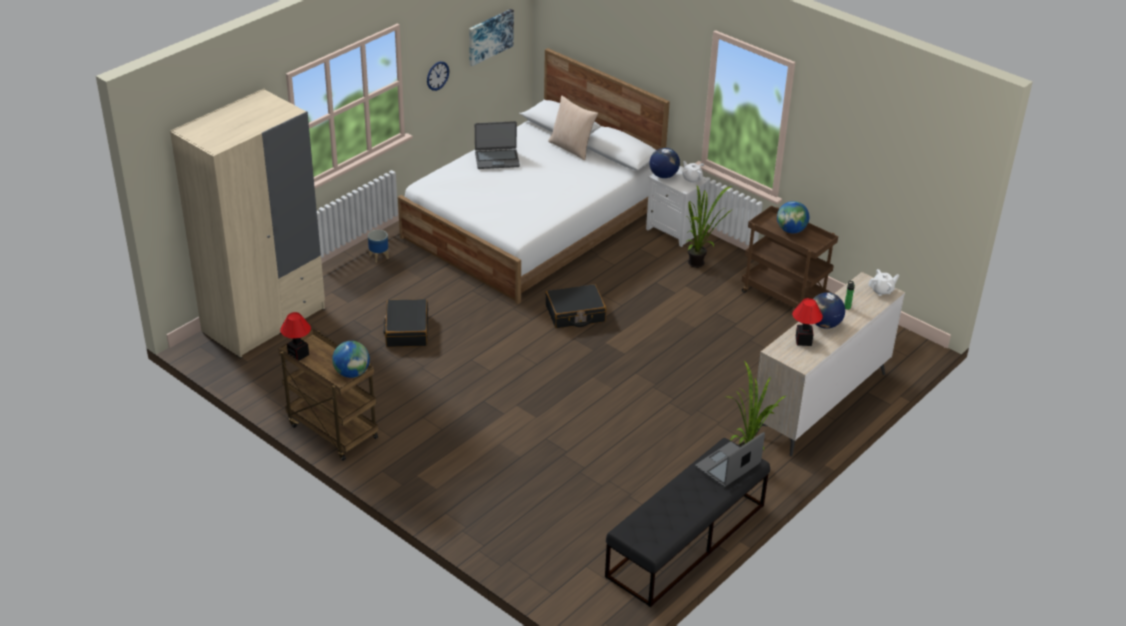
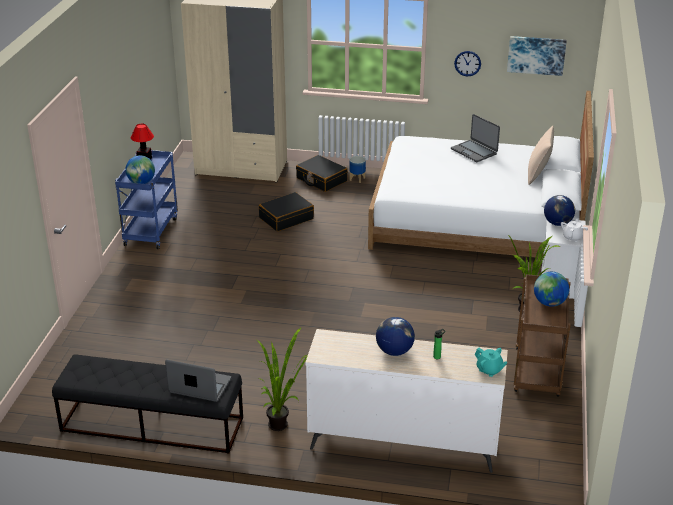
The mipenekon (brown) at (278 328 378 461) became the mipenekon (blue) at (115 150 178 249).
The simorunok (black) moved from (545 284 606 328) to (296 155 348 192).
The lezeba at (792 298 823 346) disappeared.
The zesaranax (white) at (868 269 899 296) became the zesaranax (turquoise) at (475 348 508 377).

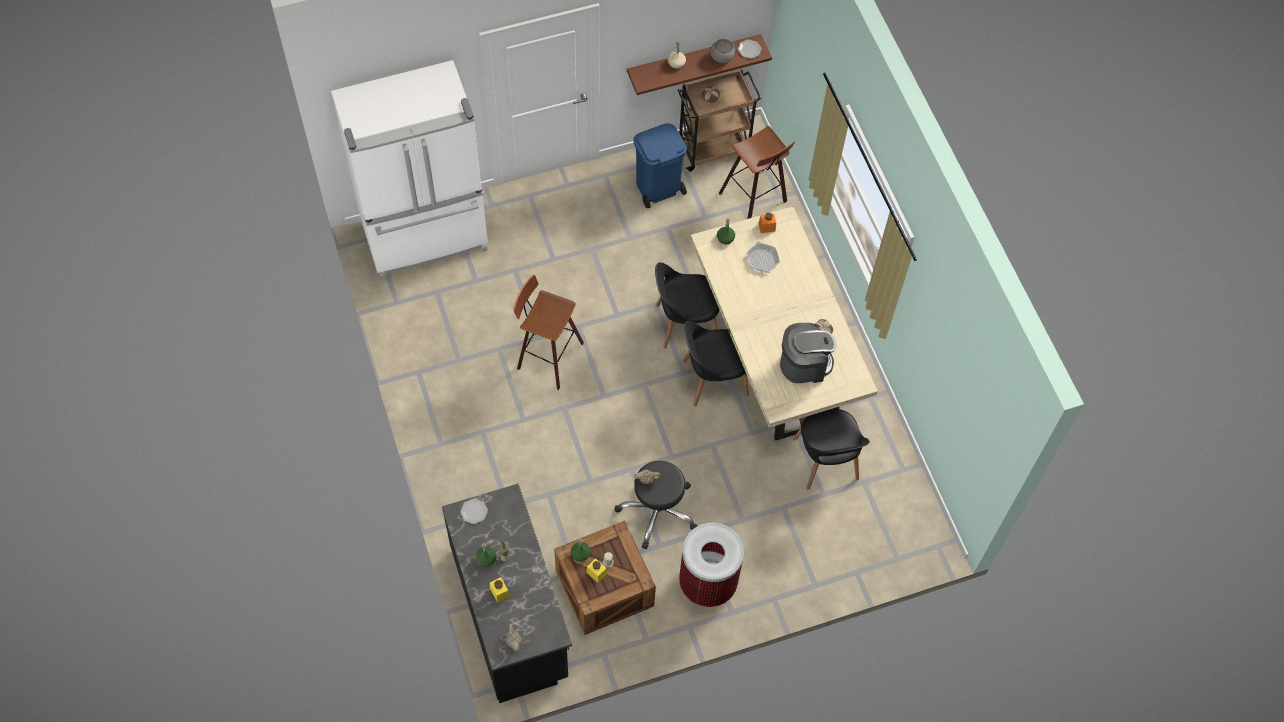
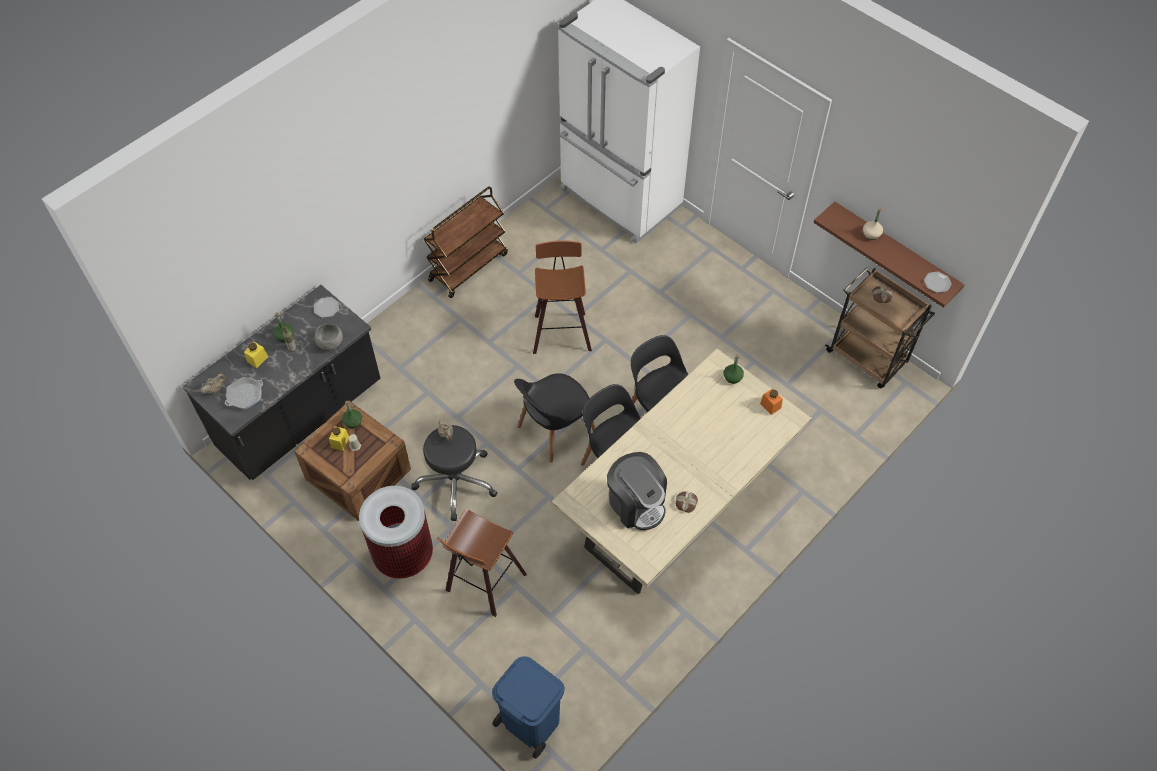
The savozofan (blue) moved from (633 123 687 209) to (492 656 565 759).
The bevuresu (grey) moved from (710 38 735 63) to (315 324 343 350).
The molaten moved from (719 126 795 219) to (437 509 527 617).
The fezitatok moved from (747 241 780 273) to (225 377 263 409).
The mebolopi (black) moved from (794 409 870 489) to (514 373 595 462).
The mipenekon (brown) at (424 186 508 298) appeared.

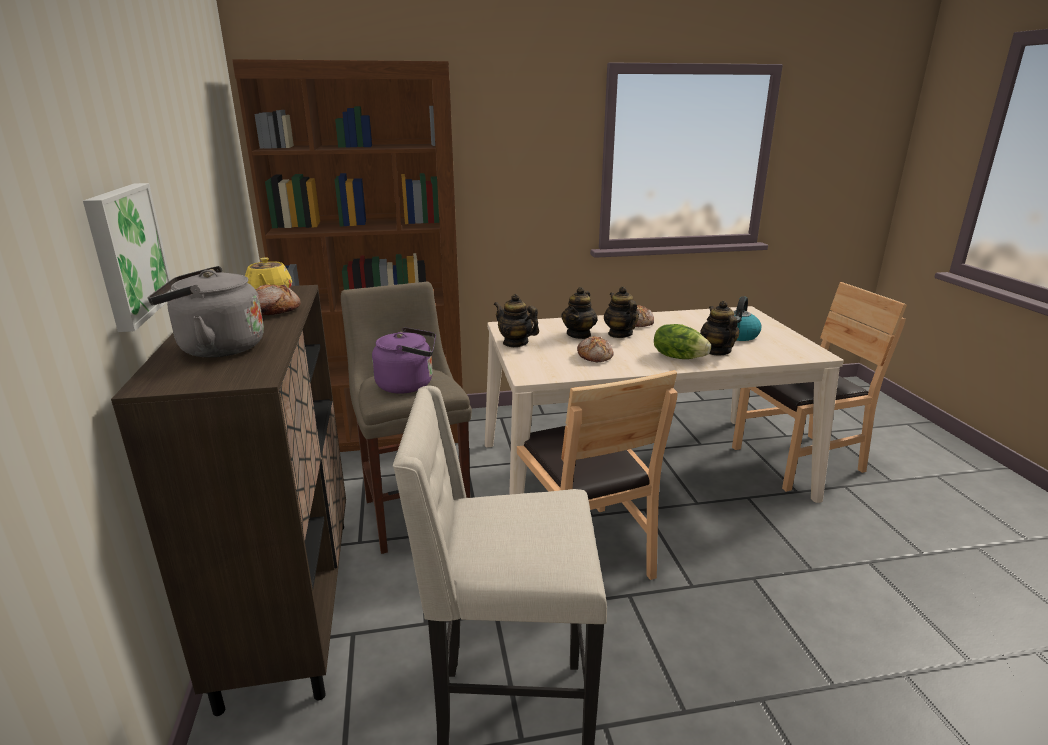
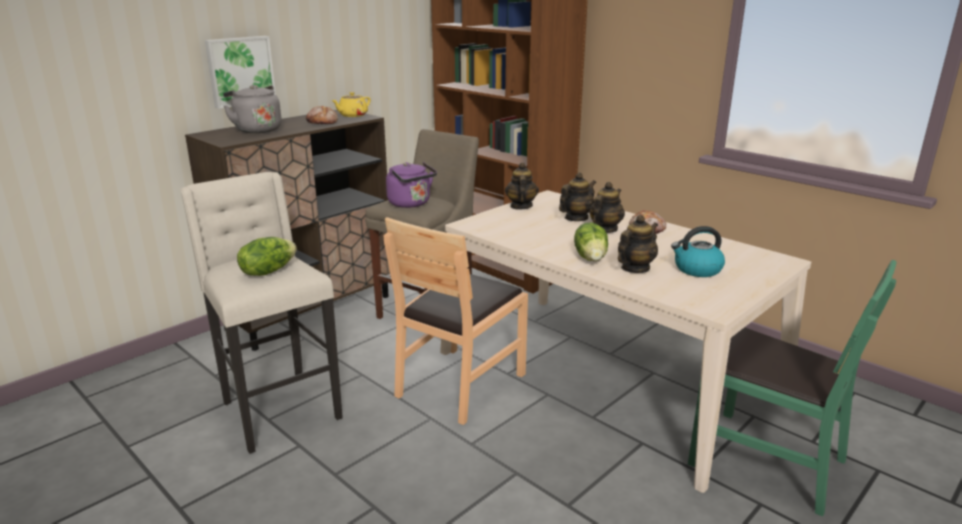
The zesaranax at (561 287 598 339) turned 150 degrees clockwise.
The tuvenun at (577 336 614 362) disappeared.
The mebolopi (brown) at (732 282 907 492) became the mebolopi (green) at (688 260 897 517).
The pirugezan at (237 237 297 276) appeared.

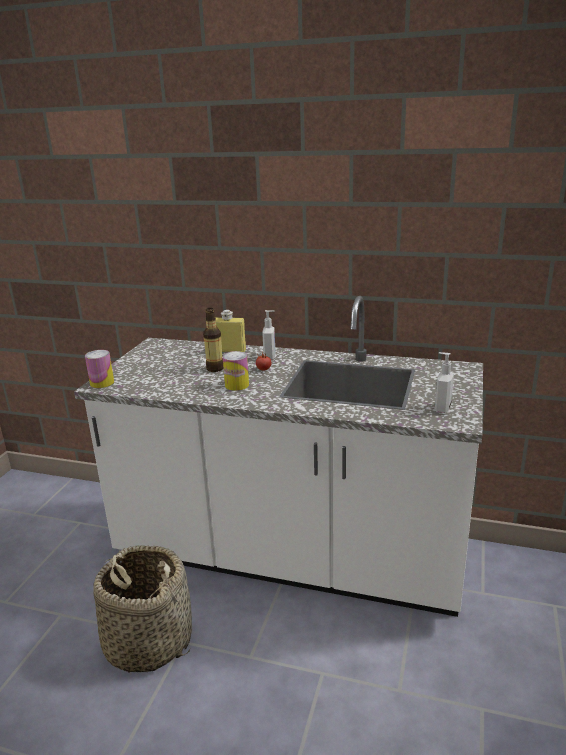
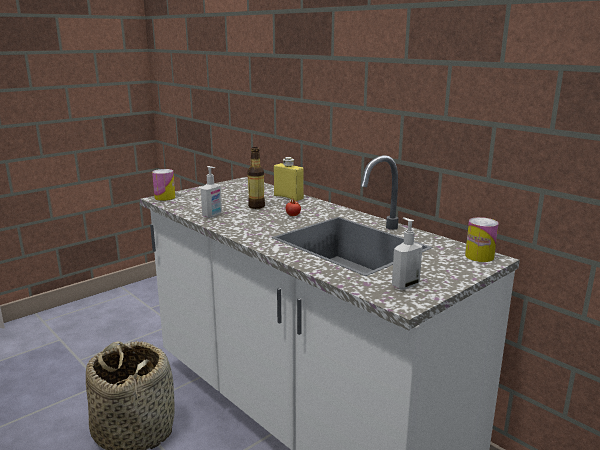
The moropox moved from (223 351 249 391) to (465 217 499 262).
The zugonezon moved from (262 310 276 360) to (201 166 222 218).

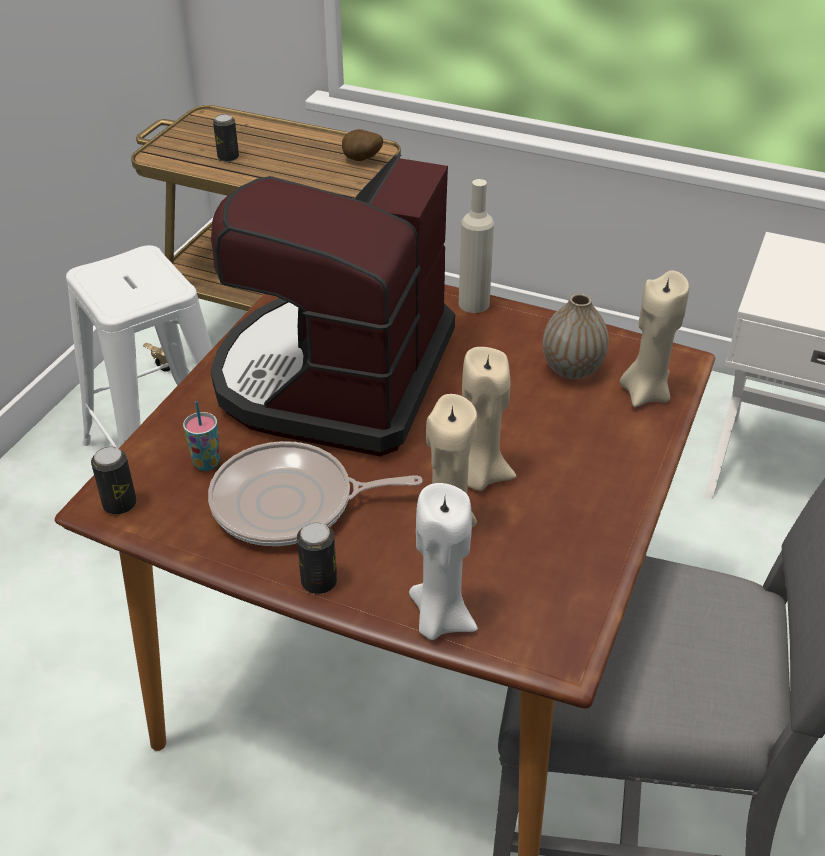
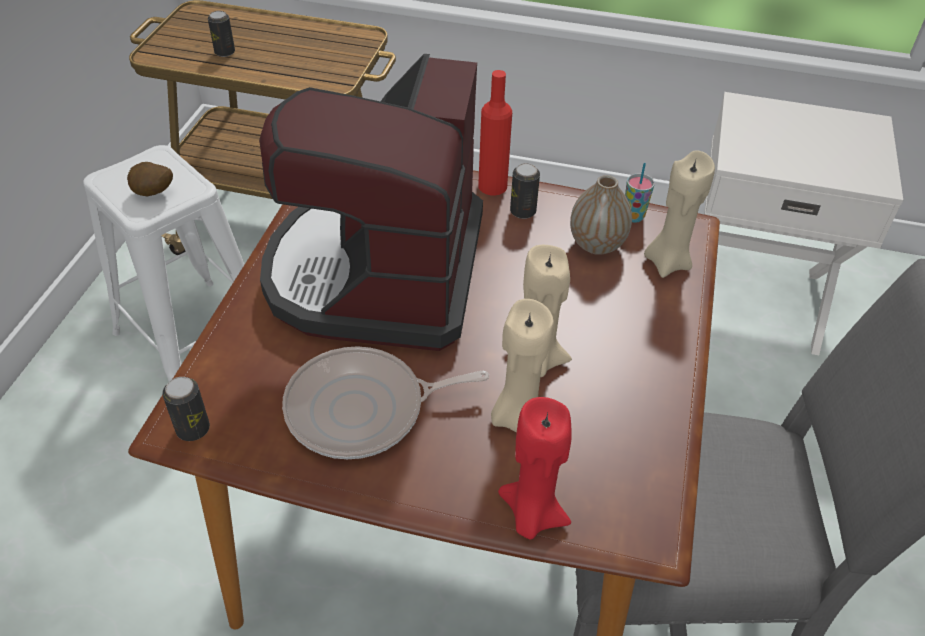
The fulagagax moved from (183 401 220 471) to (625 163 655 223).
The moropox moved from (297 522 337 594) to (510 163 540 219).
The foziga moved from (342 129 383 161) to (127 162 173 196).
The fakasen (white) at (409 483 478 640) became the fakasen (red) at (498 397 571 539).
The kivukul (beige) at (459 179 494 313) became the kivukul (red) at (478 70 512 195).

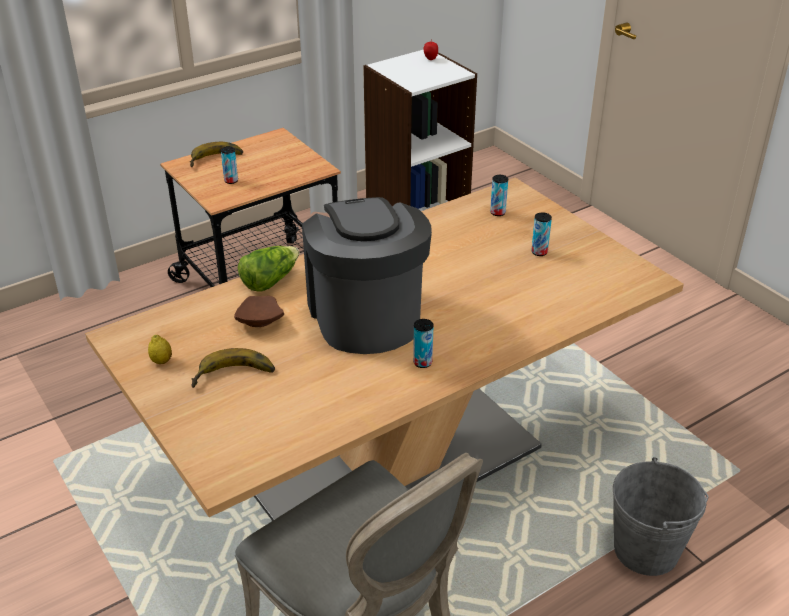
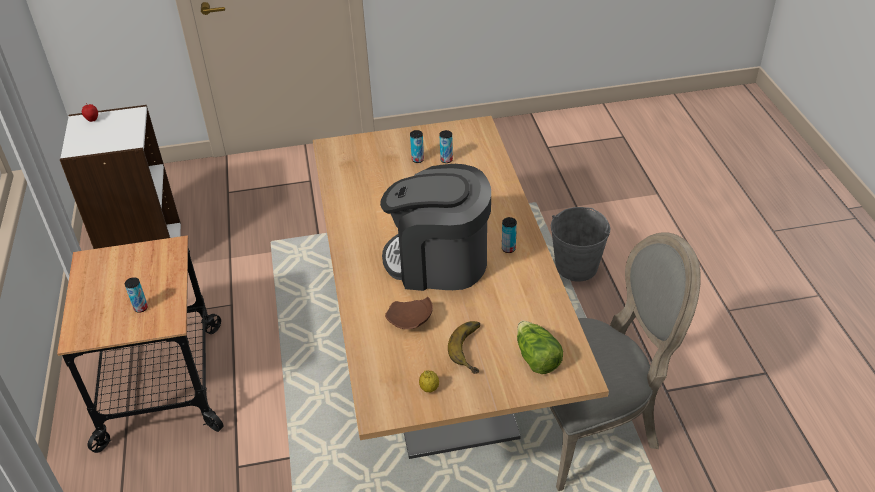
The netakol at (190 142 243 167) disappeared.
The pirugezan moved from (238 246 299 292) to (517 321 563 374).
The moropox moved from (490 175 508 216) to (440 130 453 163).

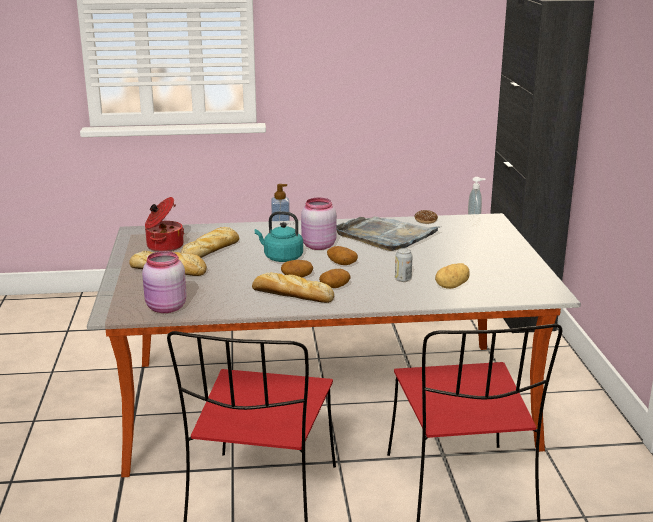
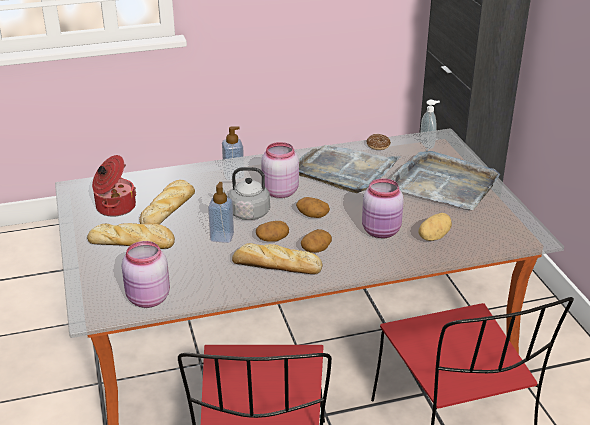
The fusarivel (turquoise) at (255 211 303 262) became the fusarivel (grey) at (223 167 270 220).
The moropox at (395 248 413 282) was replaced by the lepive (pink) at (362 178 404 238).
The zugonezon at (208 182 234 243) appeared.
The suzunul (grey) at (391 149 500 210) appeared.

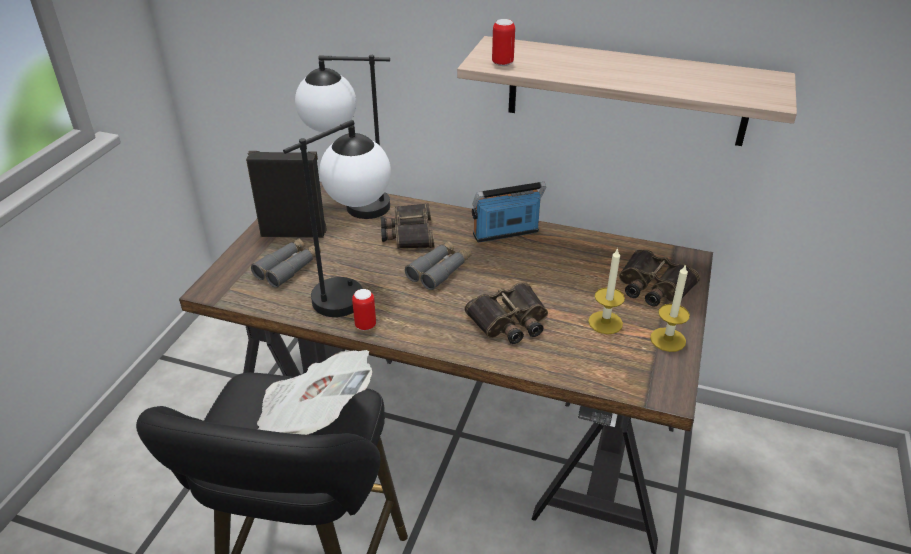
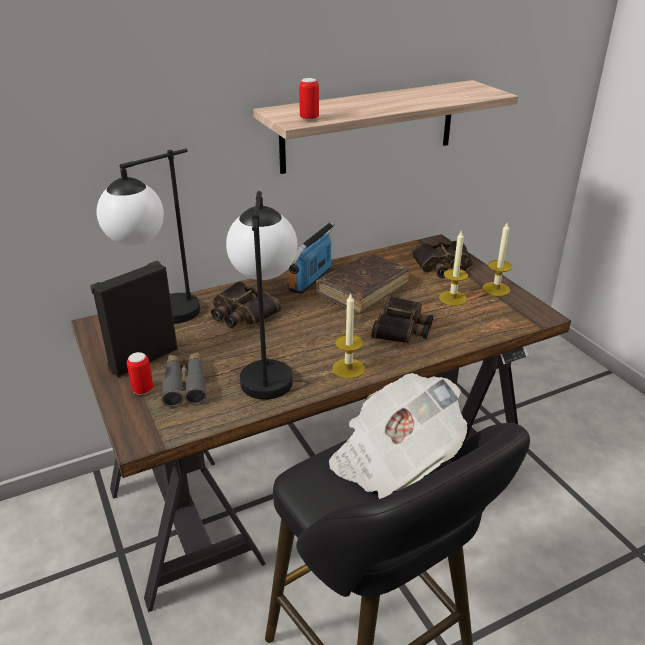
The moropox moved from (352 289 376 330) to (127 352 153 395).
The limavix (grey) at (405 241 472 290) disappeared.
The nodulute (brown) at (316 254 410 314) appeared.
The fakasen at (333 293 365 379) appeared.

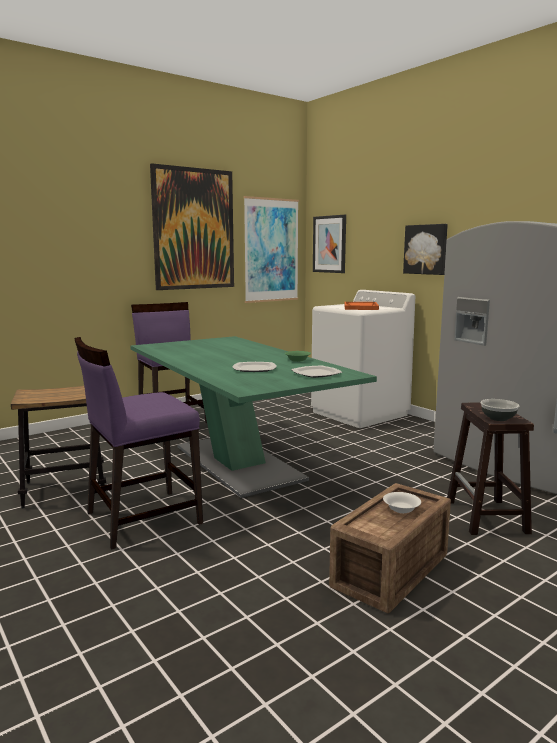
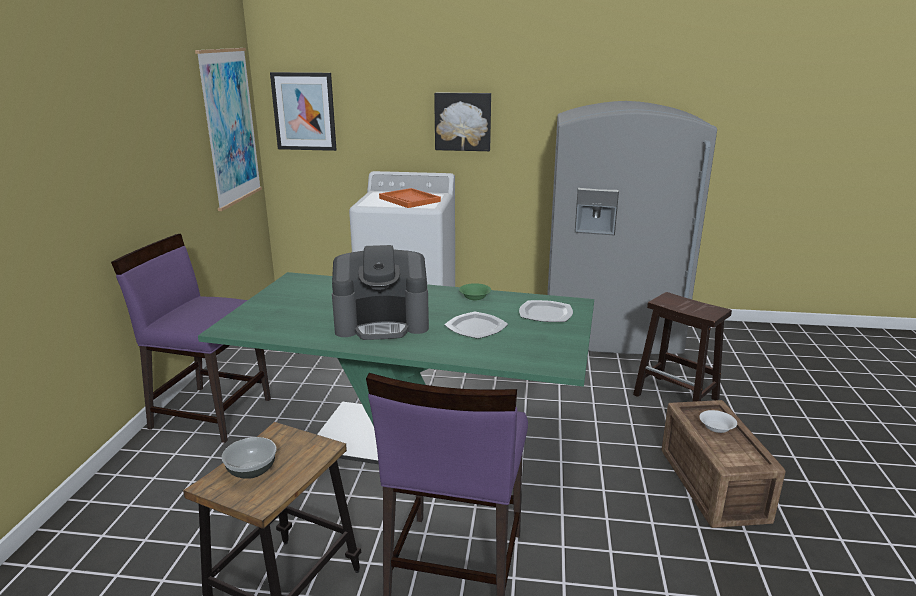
The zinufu at (150 163 234 290) disappeared.
The bevuresu moved from (481 399 519 421) to (222 437 276 479).
The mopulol at (332 245 429 340) appeared.

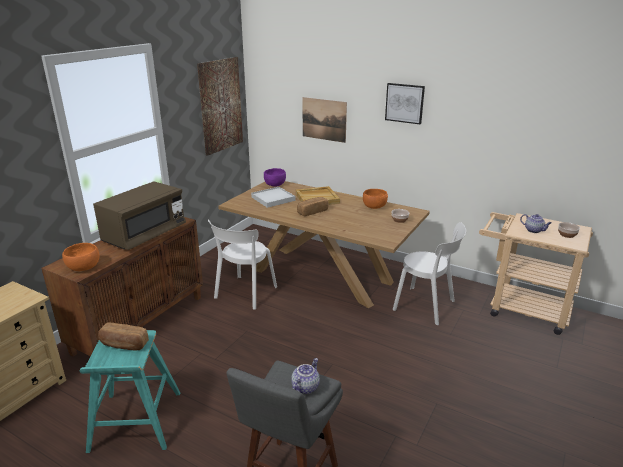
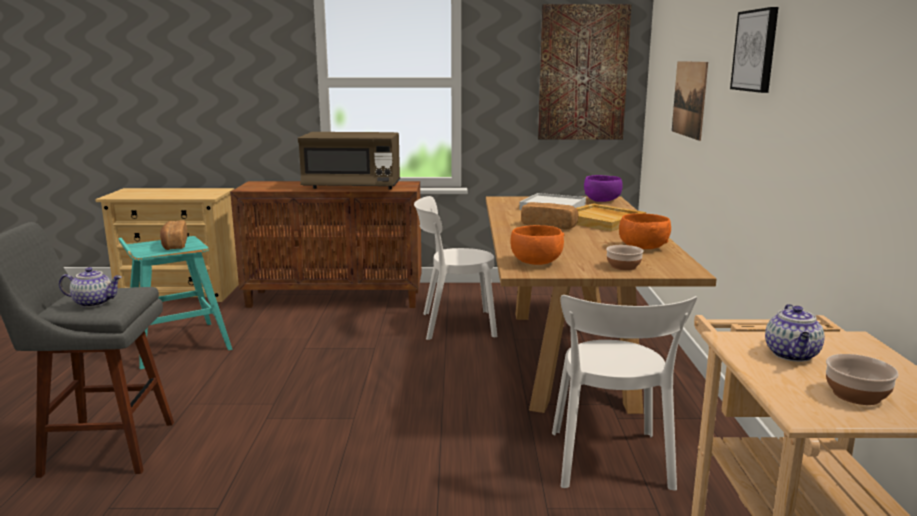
The bevuresu (orange) moved from (62 243 100 271) to (510 225 564 265).

